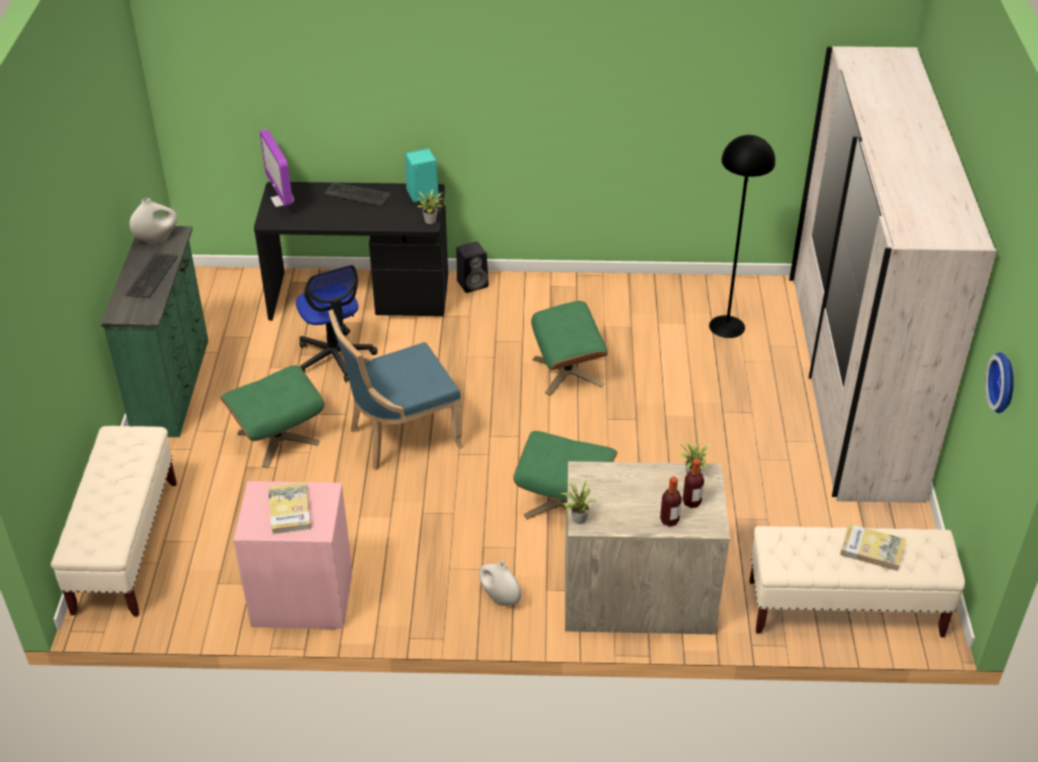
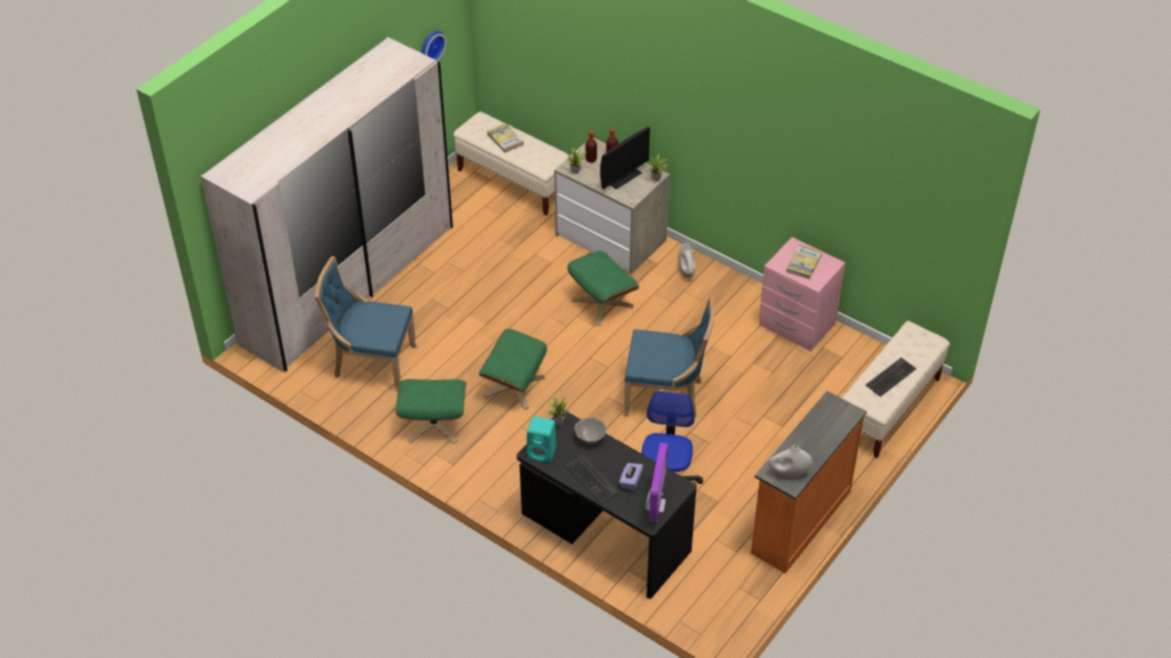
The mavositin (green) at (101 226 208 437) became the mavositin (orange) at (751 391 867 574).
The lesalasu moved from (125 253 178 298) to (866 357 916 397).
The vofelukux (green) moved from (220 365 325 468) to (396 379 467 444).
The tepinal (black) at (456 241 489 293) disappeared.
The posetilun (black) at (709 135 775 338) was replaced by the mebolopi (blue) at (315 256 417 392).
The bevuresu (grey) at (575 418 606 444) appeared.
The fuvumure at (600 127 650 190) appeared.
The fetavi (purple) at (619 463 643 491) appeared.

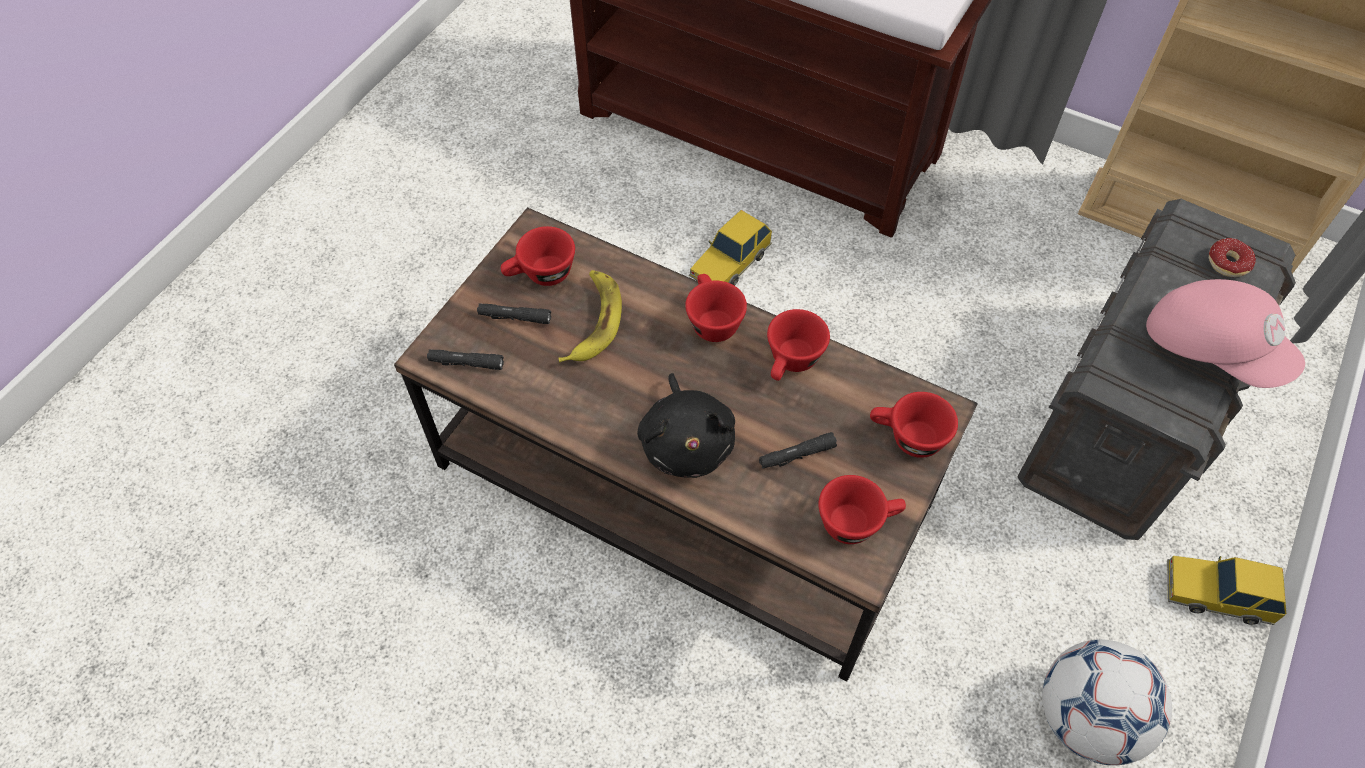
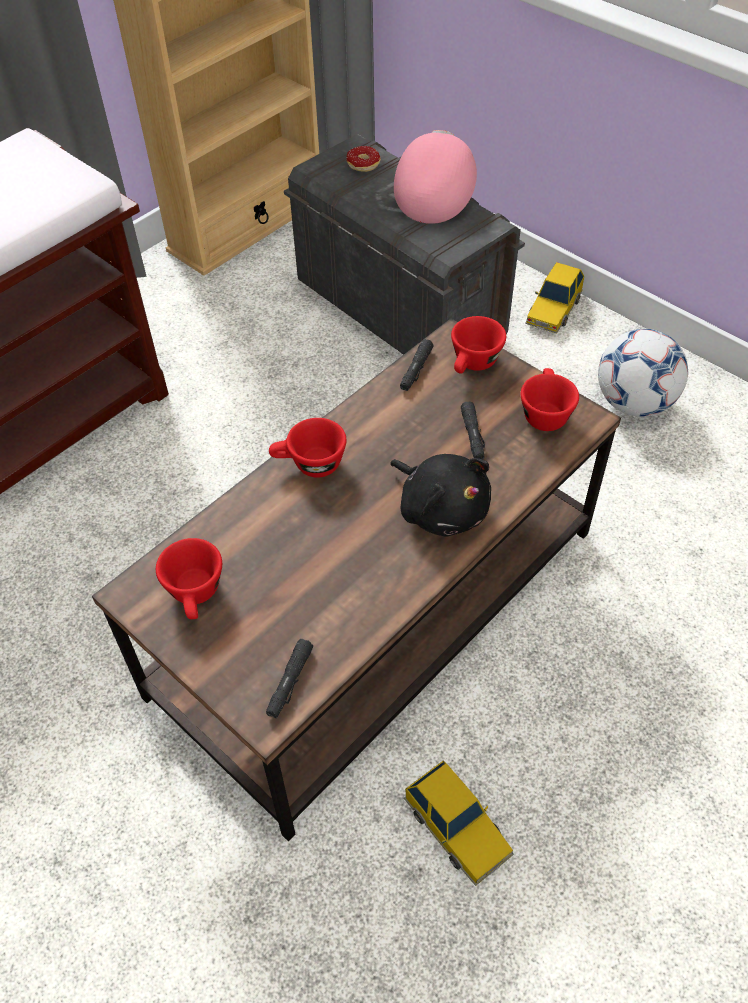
The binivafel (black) moved from (477 304 551 324) to (400 339 434 391).
The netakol at (558 270 622 362) disappeared.
The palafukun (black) at (637 373 735 478) turned 45 degrees clockwise.
The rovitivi moved from (689 210 772 286) to (404 761 514 886).
The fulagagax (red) at (767 309 830 381) disappeared.
The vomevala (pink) at (1146 279 1305 388) turned 45 degrees counterclockwise.

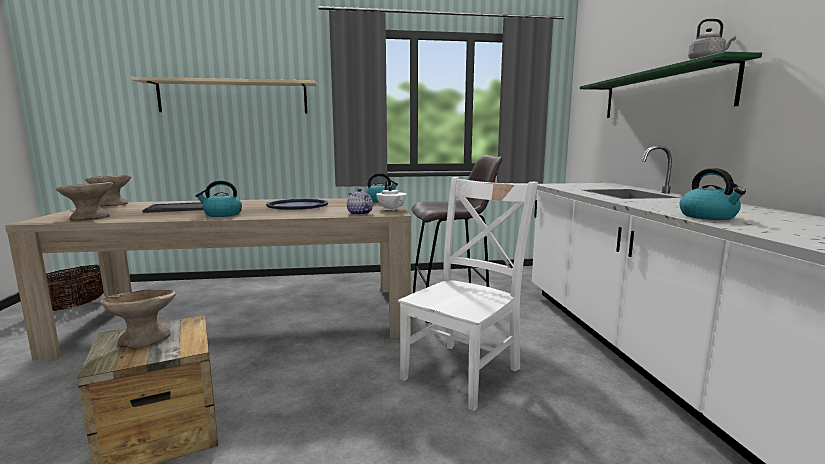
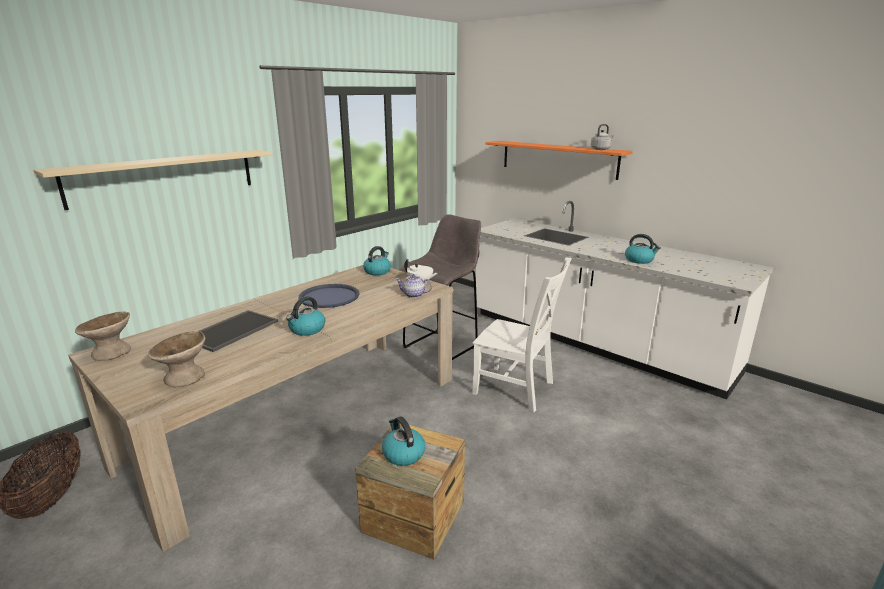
The bevuresu (beige) at (100 289 176 349) was replaced by the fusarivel at (382 417 426 466).
The mebolopi (white) at (398 177 538 411) turned 120 degrees clockwise.
The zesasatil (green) at (580 51 762 118) became the zesasatil (orange) at (486 141 633 180).

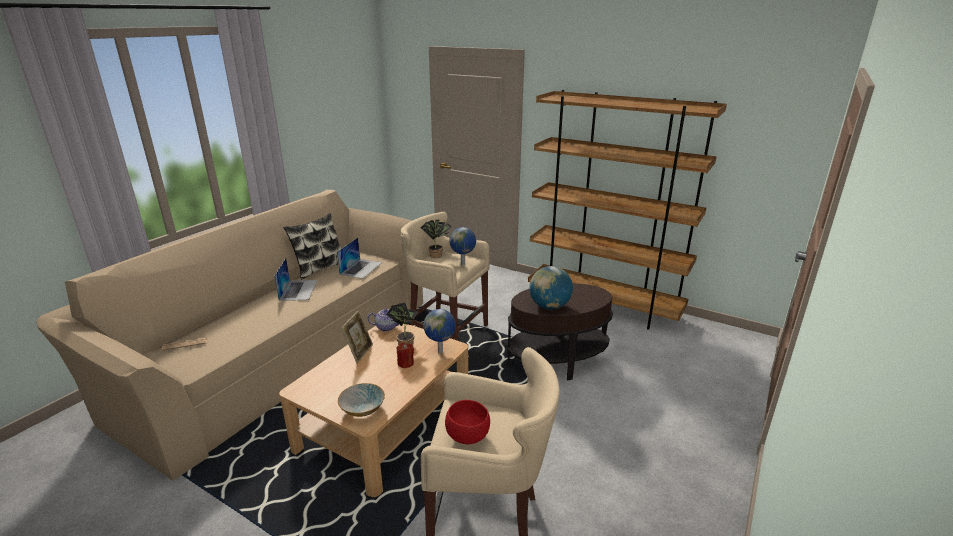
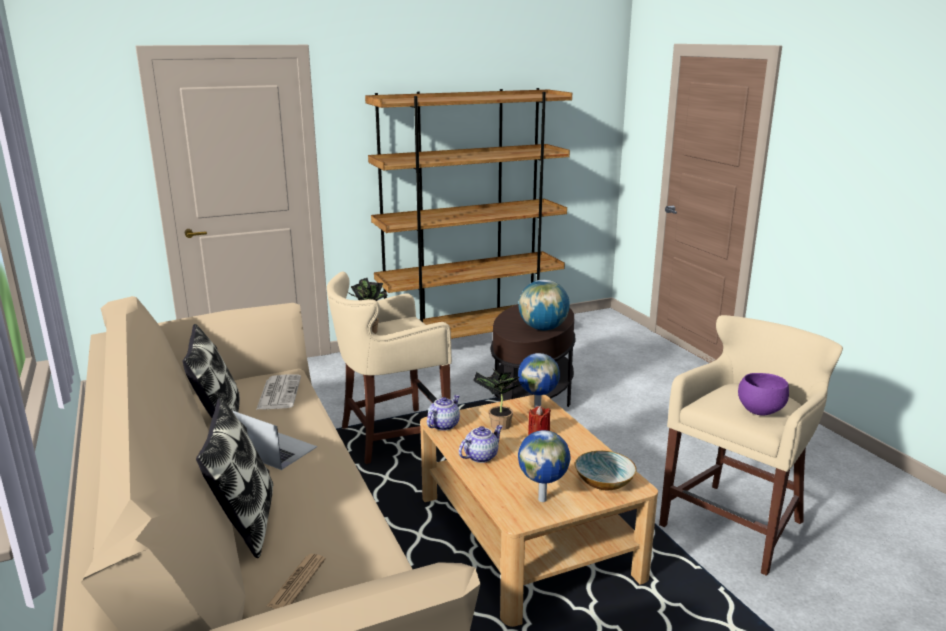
The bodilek at (337 238 382 279) was replaced by the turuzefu at (256 374 301 410).
The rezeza at (341 310 373 363) was replaced by the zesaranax at (459 425 503 463).
The bevuresu (red) at (445 400 490 444) became the bevuresu (purple) at (738 373 789 416).
The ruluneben moved from (449 227 476 265) to (518 430 570 502).
The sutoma at (196 398 273 558) appeared.

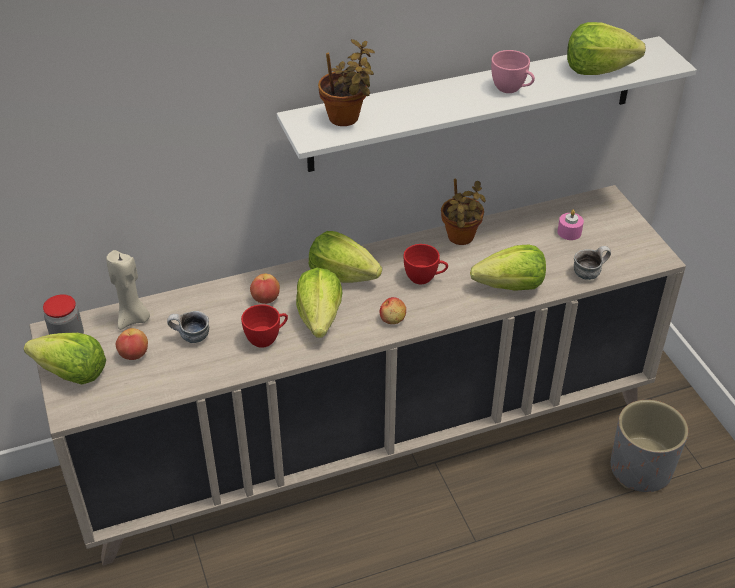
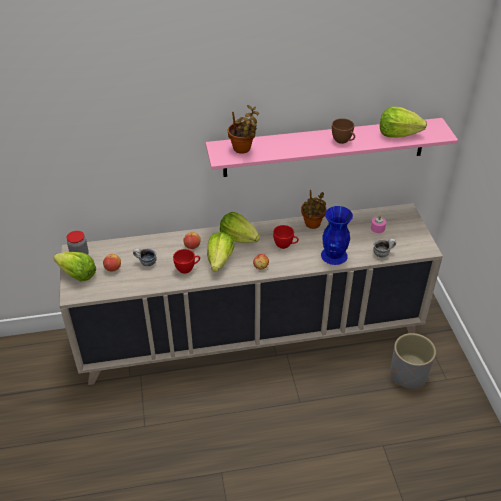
The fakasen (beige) at (106 250 150 330) disappeared.
The zesasatil (white) at (277 36 697 172) became the zesasatil (pink) at (206 118 458 177).
The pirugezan at (470 245 546 291) was replaced by the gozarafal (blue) at (321 206 353 265).
The fulagagax (pink) at (491 50 535 93) became the fulagagax (brown) at (332 118 355 144).

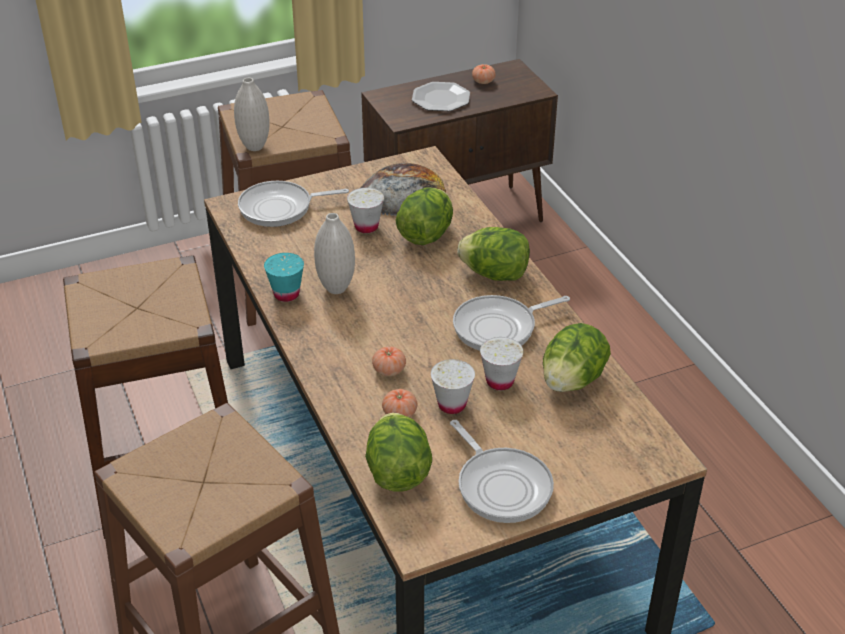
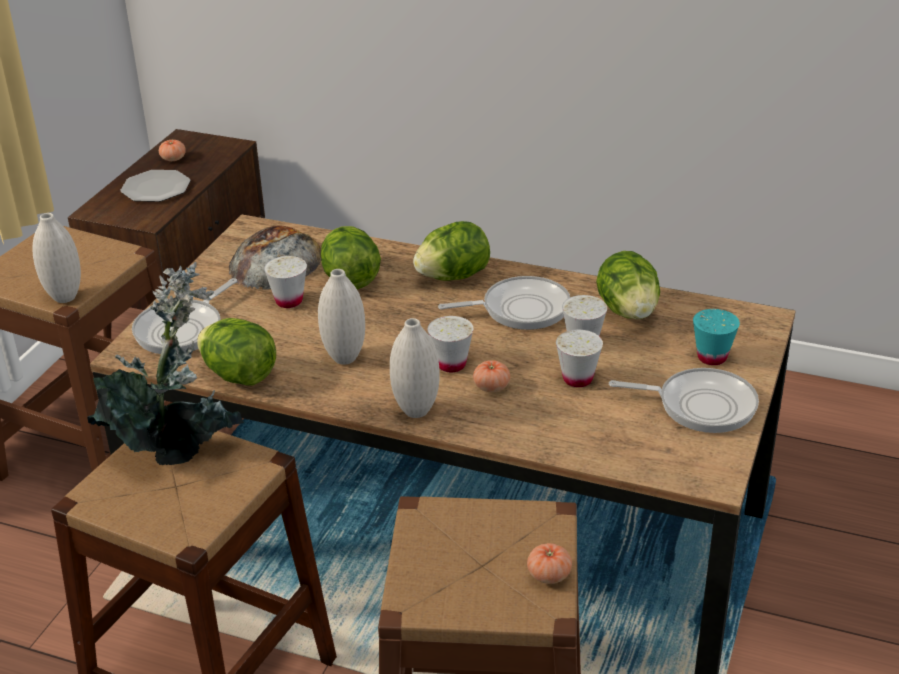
The fulagagax (turquoise) moved from (264 253 304 302) to (693 309 740 365).
The pirugezan moved from (365 413 432 492) to (197 318 276 386).
The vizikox moved from (382 389 418 417) to (527 543 572 584).
The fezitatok at (453 295 570 351) turned 120 degrees counterclockwise.
The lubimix at (87 262 244 465) appeared.
The gozarafal (white) at (390 318 440 418) appeared.
The fulagagax (white) at (428 316 473 372) appeared.

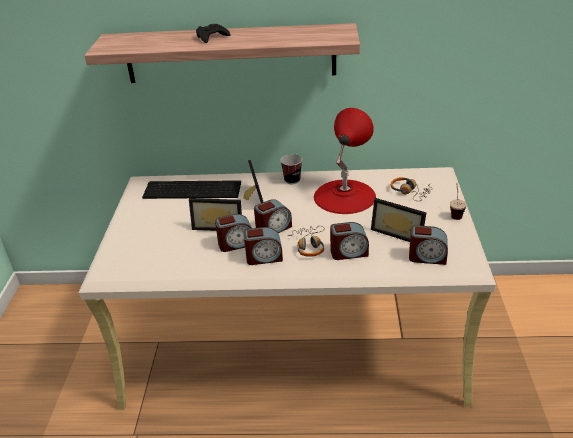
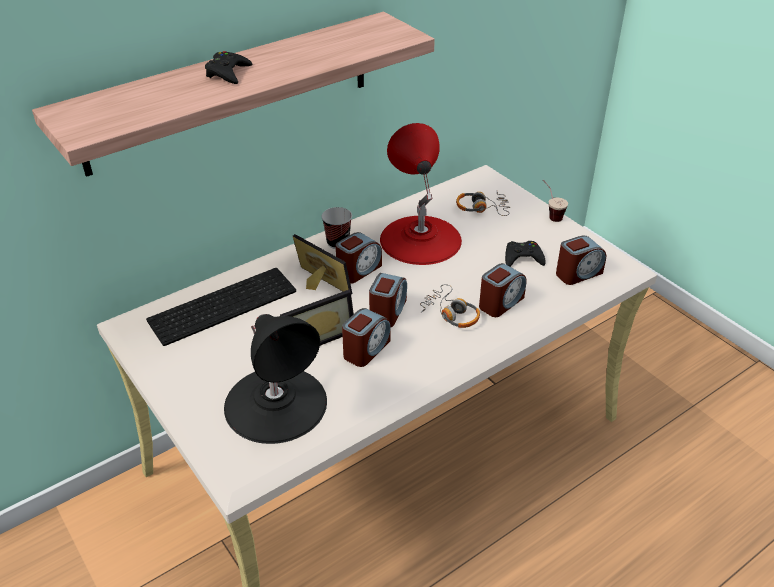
The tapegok moved from (243 227 283 265) to (336 232 382 284).
The rezeza at (371 198 427 242) was replaced by the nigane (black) at (505 241 546 267).
The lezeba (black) at (224 314 327 444) appeared.

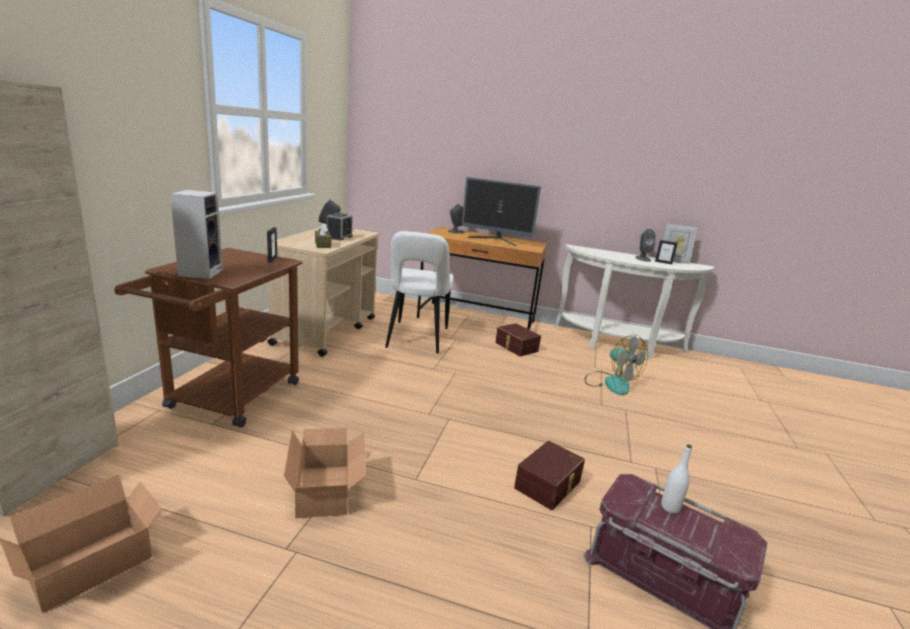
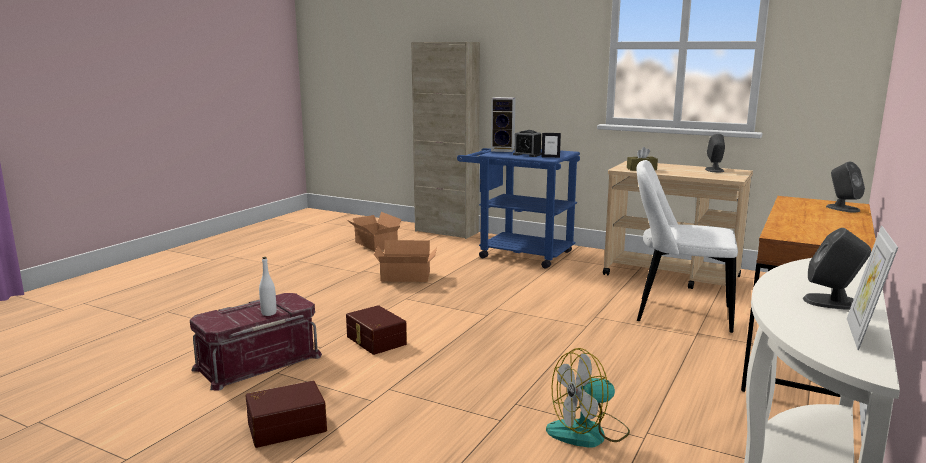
The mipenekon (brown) at (114 248 303 428) became the mipenekon (blue) at (457 148 580 269).
The tapegok moved from (327 213 353 241) to (513 130 542 157).
The fuvumure at (462 177 541 246) disappeared.
The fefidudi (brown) moved from (495 323 541 357) to (246 381 327 448).
The rezeza at (655 240 678 264) disappeared.

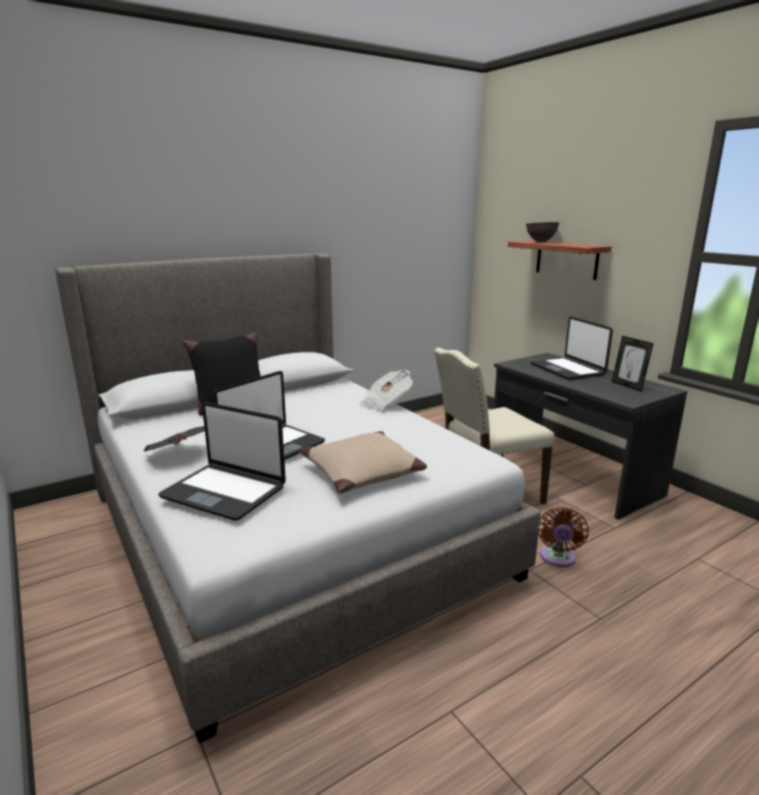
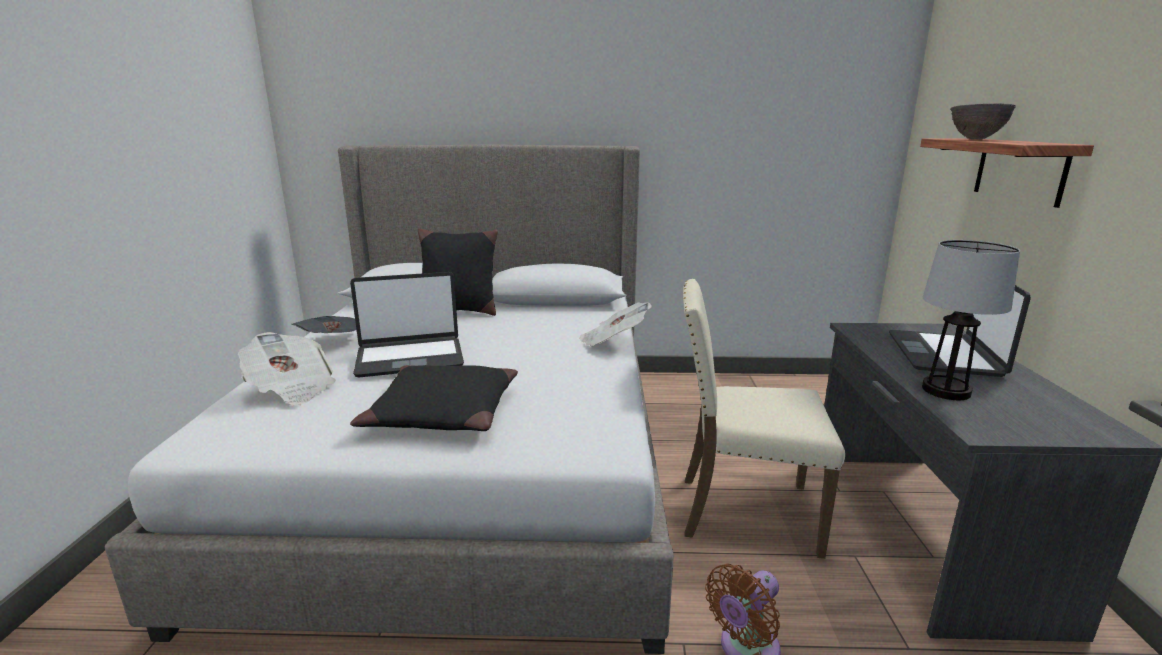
The bodilek at (158 402 286 520) was replaced by the turuzefu at (238 332 336 405).
The sutoma (beige) at (299 431 427 494) became the sutoma (black) at (350 365 518 431).
The rezeza at (612 336 654 392) disappeared.
The lezeba at (922 240 1020 400) appeared.

